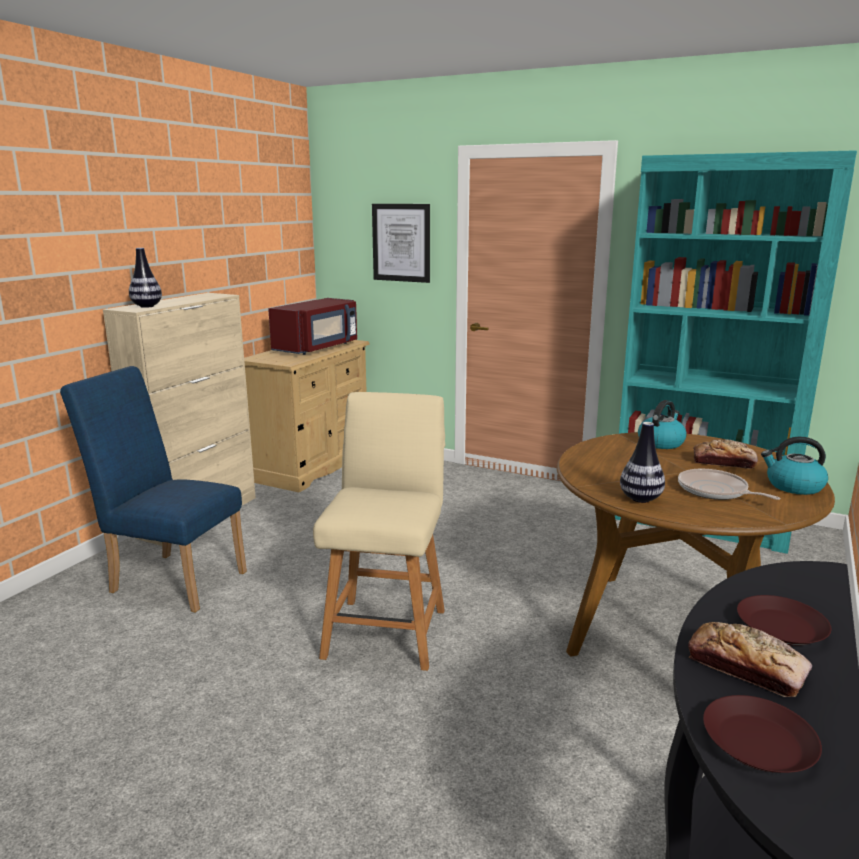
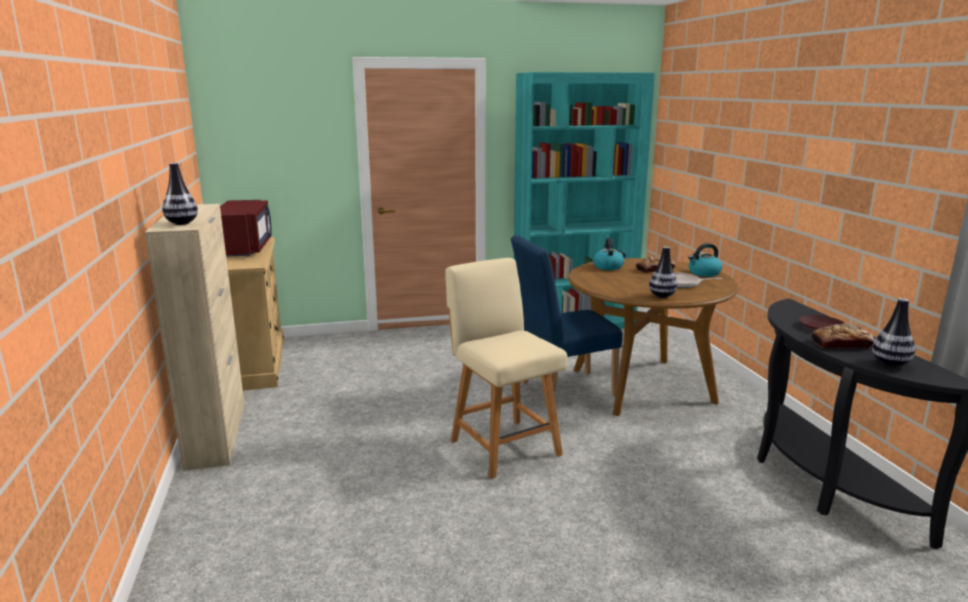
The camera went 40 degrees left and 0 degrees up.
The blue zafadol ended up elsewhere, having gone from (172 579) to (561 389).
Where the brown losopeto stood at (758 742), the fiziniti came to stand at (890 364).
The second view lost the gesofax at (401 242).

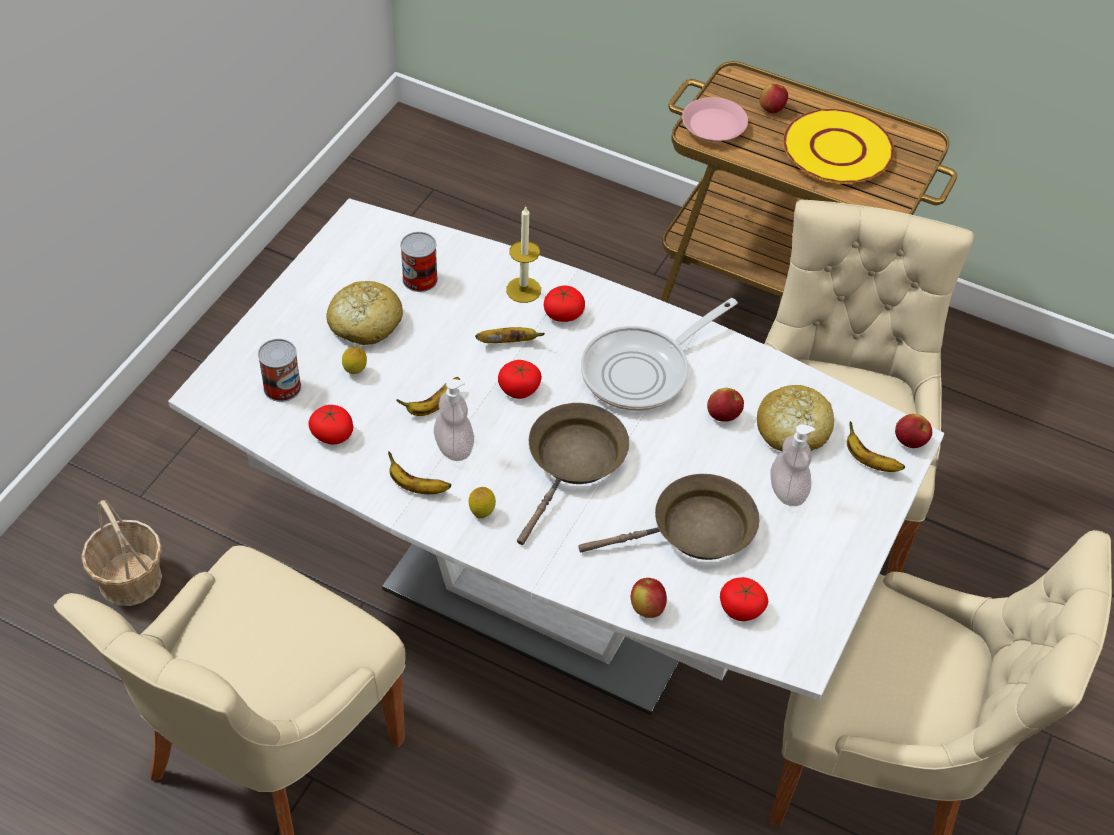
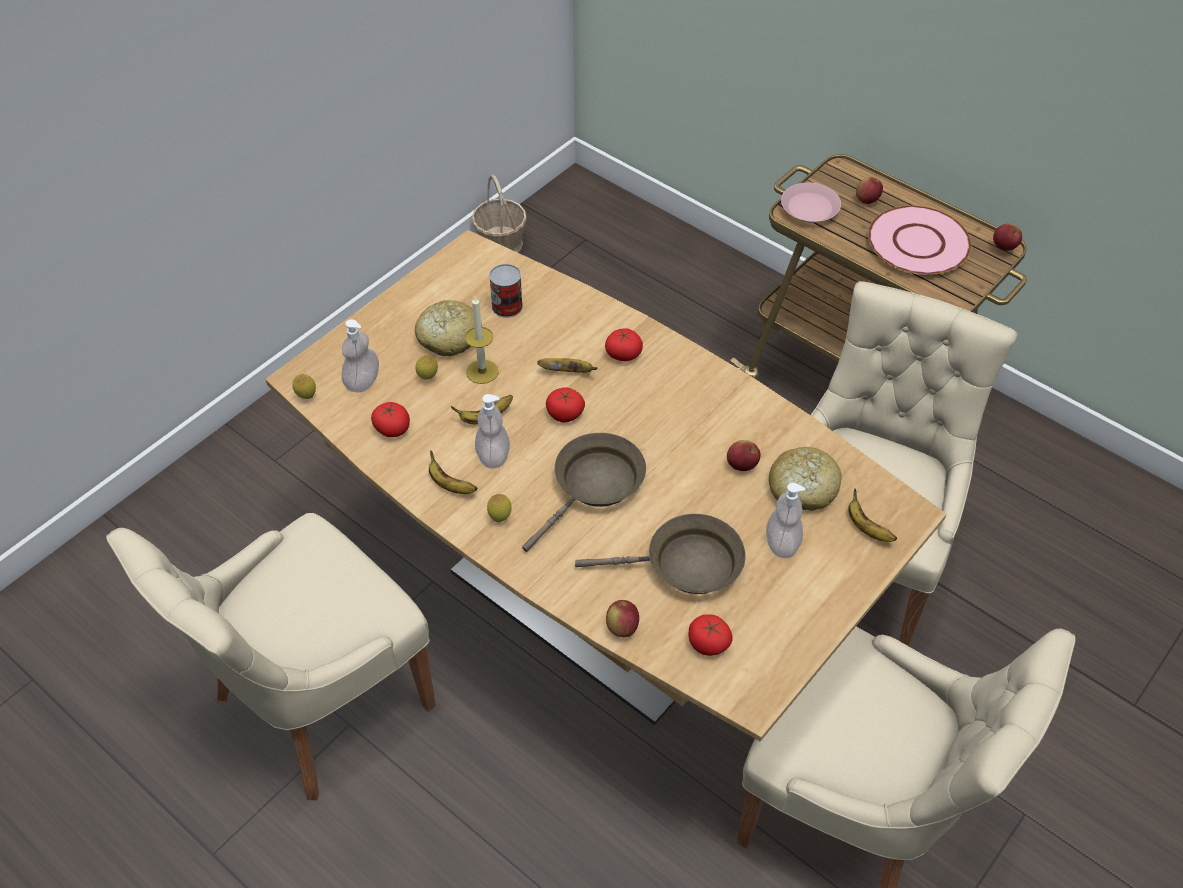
The camera went 15 degrees right and 0 degrees up.
What was the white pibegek at (548 596) turned into the brown pibegek at (591 603).
The second view gained the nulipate at (306 397).
Where the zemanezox stood at (282 387), the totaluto came to stand at (362 382).
The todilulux ended up elsewhere, having gone from (523 290) to (482 371).
The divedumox ended up elsewhere, having gone from (130 580) to (500 244).
What was the yellow losopeto at (838 150) turned into the pink losopeto at (918 243).
The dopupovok ended up elsewhere, having gone from (910 441) to (1004 247).
The second view lost the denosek at (643 371).

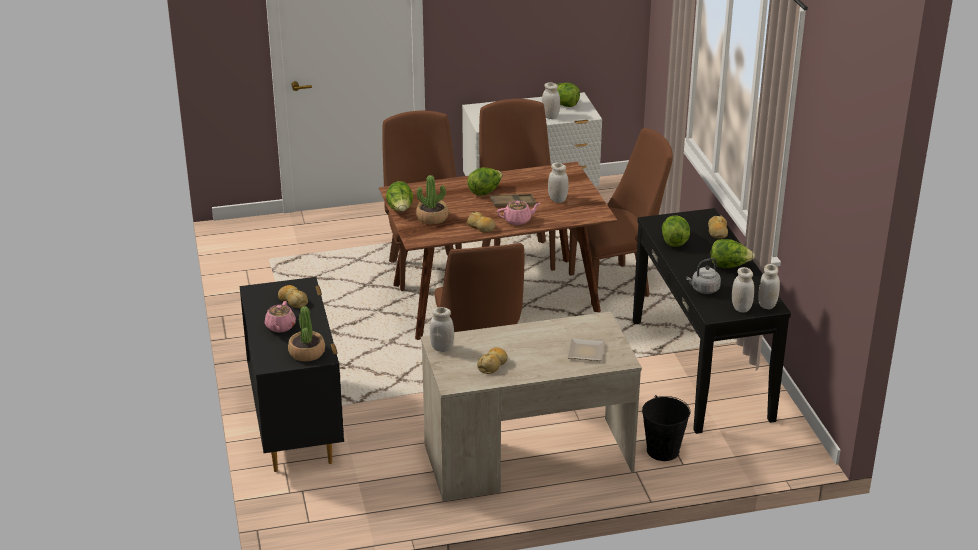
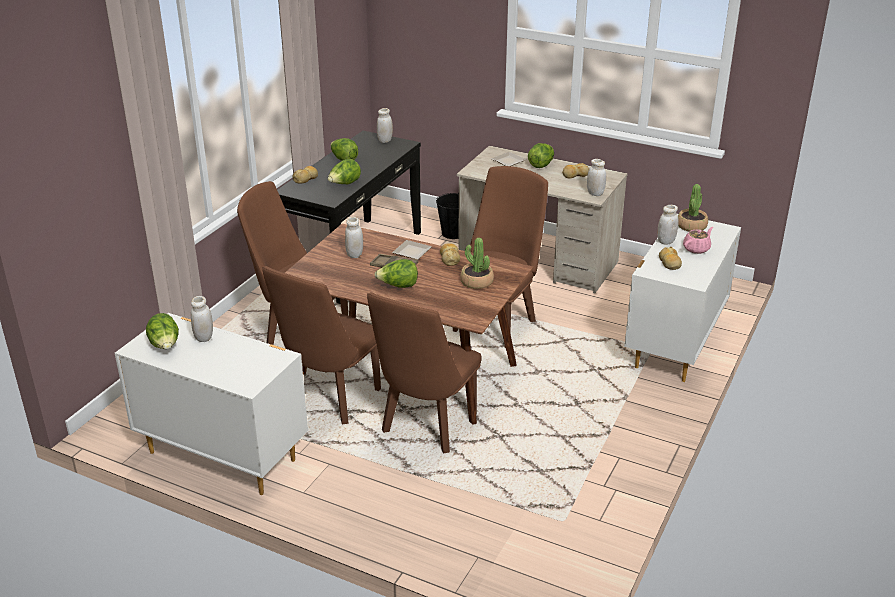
The camera went 140 degrees left and 0 degrees up.
Where the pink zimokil stood at (518 220), the losopeto came to stand at (413 251).
The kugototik ended up elsewhere, having gone from (400 210) to (541 165).
What was the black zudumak at (296 425) turned into the white zudumak at (674 344).
The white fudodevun ended up elsewhere, having gone from (767 305) to (666 241).
The second view lost the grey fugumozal at (704 289).

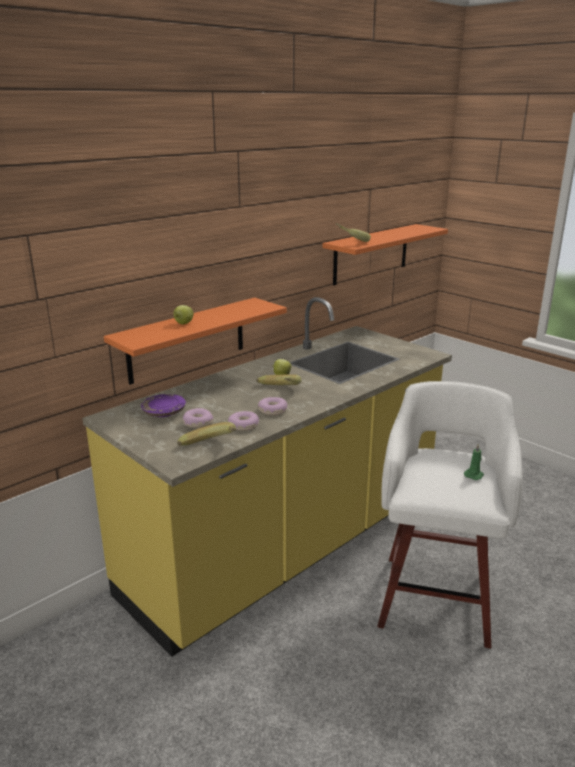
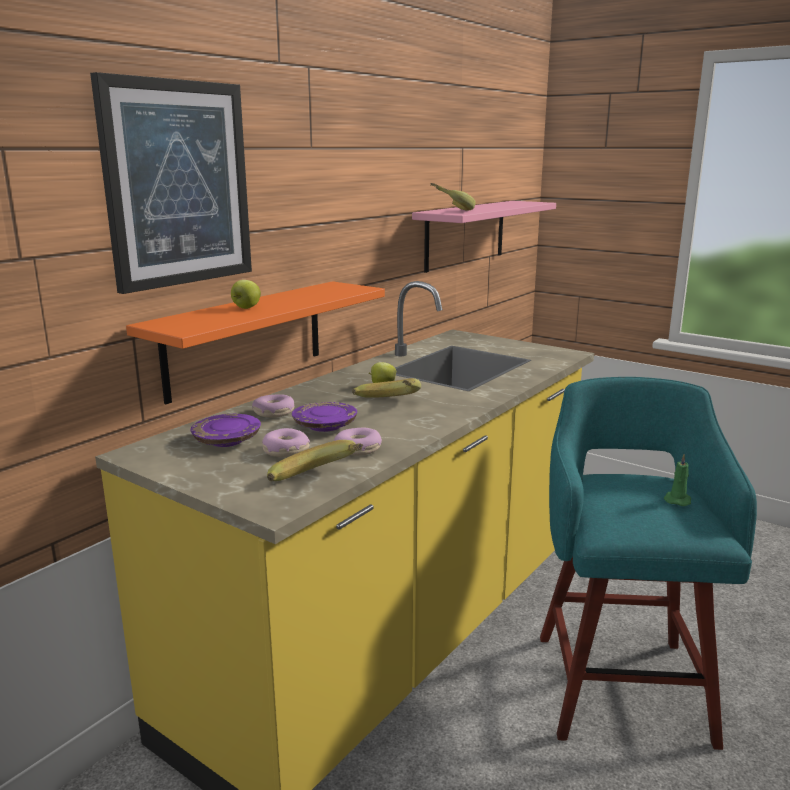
The camera went 10 degrees left and 5 degrees down.
The second view gained the gesofax at (178 184).
The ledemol ended up elsewhere, having gone from (273 411) to (274 413).
The second view gained the purple losopeto at (324 426).
What was the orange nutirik at (371 254) turned into the pink nutirik at (465 234).
What was the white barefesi at (436 595) turned into the turquoise barefesi at (621 683).

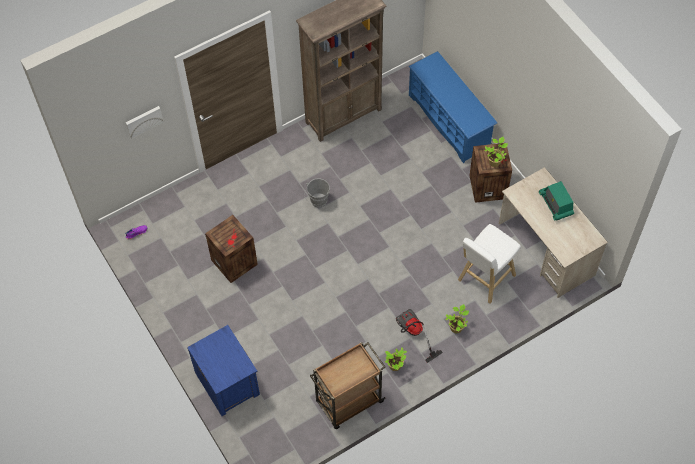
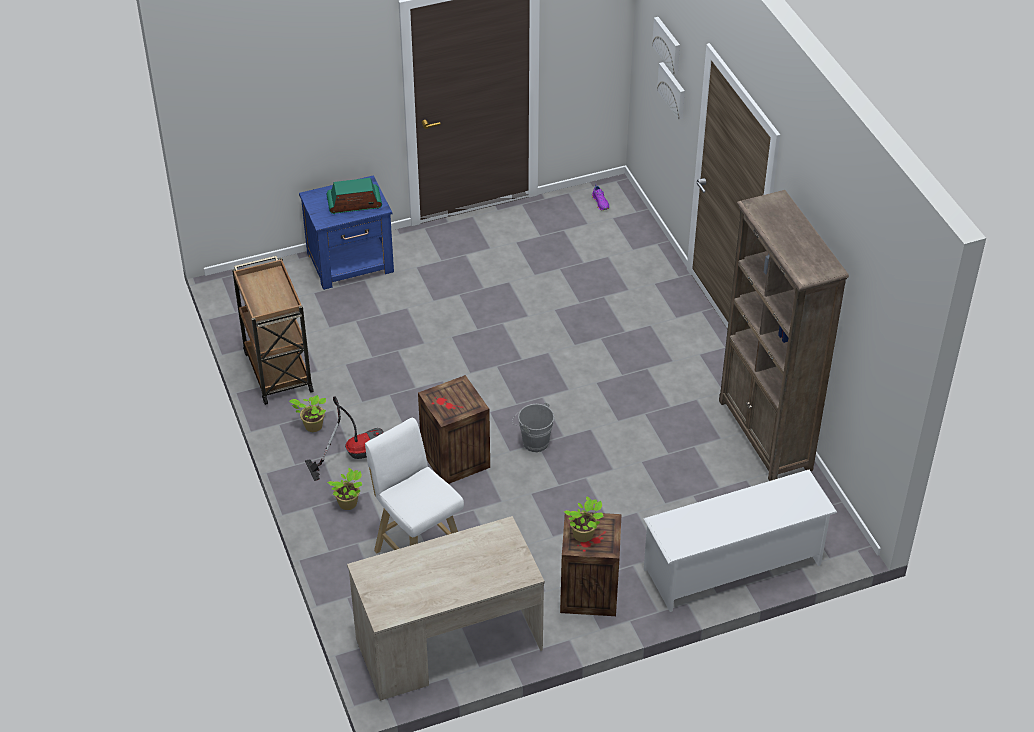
The camera went 100 degrees right and 15 degrees down.
The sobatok ended up elsewhere, having gone from (556 204) to (354 204).
The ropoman ended up elsewhere, having gone from (235 262) to (455 460).
The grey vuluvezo ended up elsewhere, having gone from (318 202) to (533 441).
What was the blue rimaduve at (449 121) turned into the white rimaduve at (733 567).
The second view gained the gesofax at (668 44).

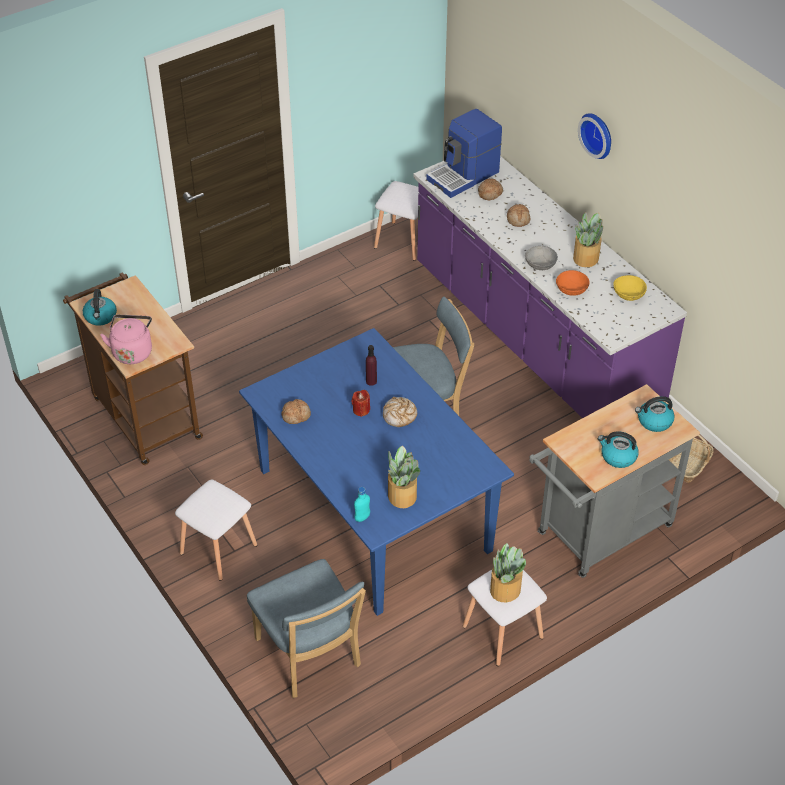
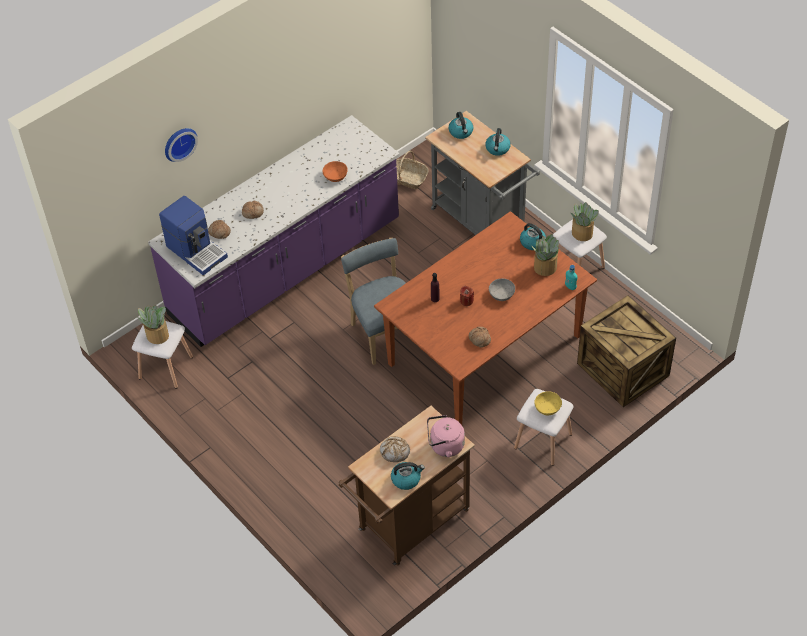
The camera went 95 degrees left and 5 degrees up.
The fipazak ended up elsewhere, having gone from (586 257) to (157 335).
The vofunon ended up elsewhere, having gone from (598 134) to (179 143).
What was the blue pibegek at (375 510) turned into the brown pibegek at (484 349).
The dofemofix ended up elsewhere, having gone from (399 415) to (395 451).
The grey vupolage ended up elsewhere, having gone from (540 265) to (502 294).
The second view gained the fugumozal at (533 242).
The yellow vupolage ended up elsewhere, having gone from (628 295) to (548 408).
Where the blue zafadol stood at (310 656), the ropoman came to stand at (624 369).

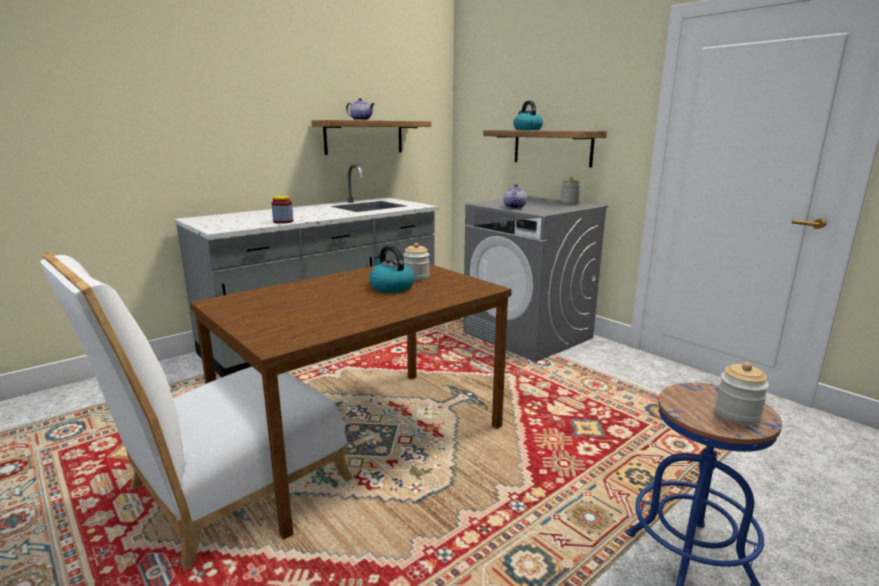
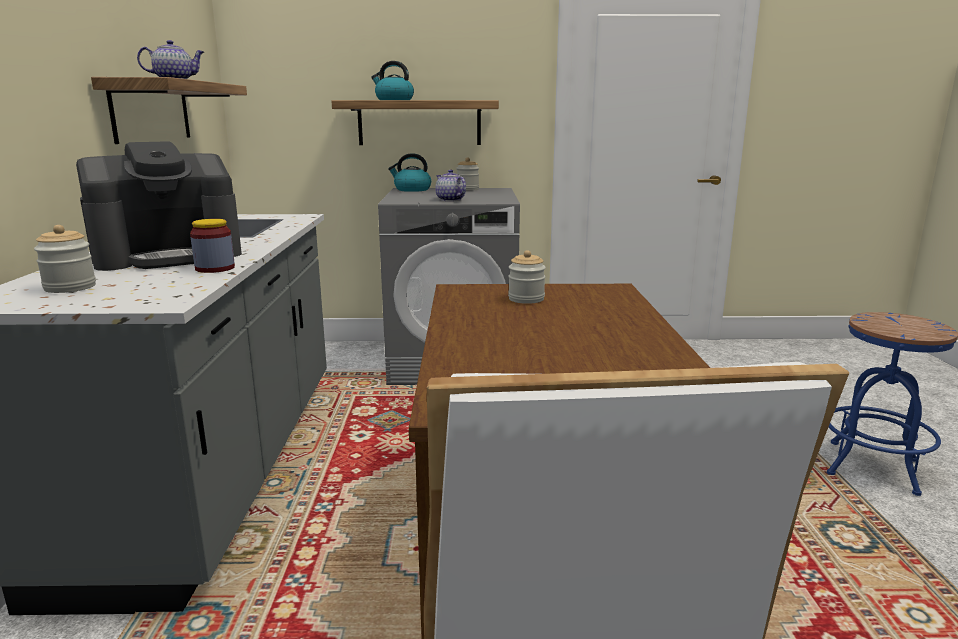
The camera went 50 degrees left and 0 degrees up.
The fudodevun ended up elsewhere, having gone from (737 414) to (70 287).
The second view gained the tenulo at (169 255).
The fugumozal ended up elsewhere, having gone from (391 287) to (412 190).

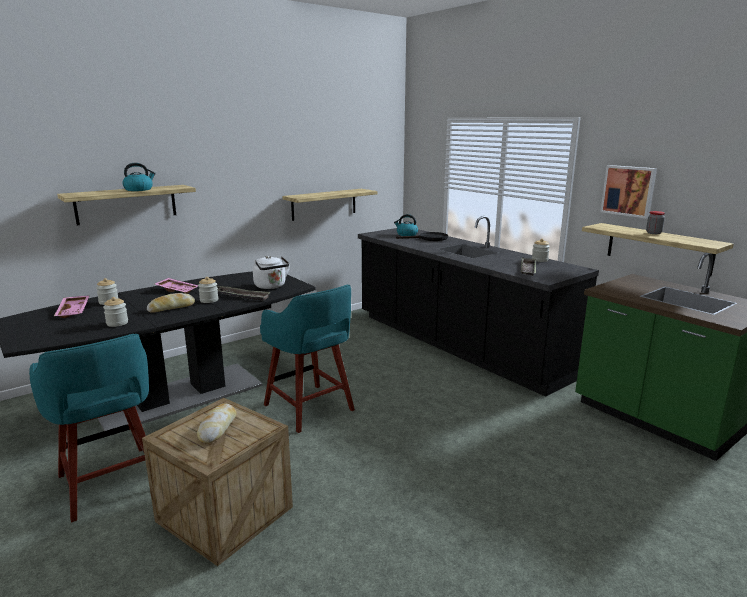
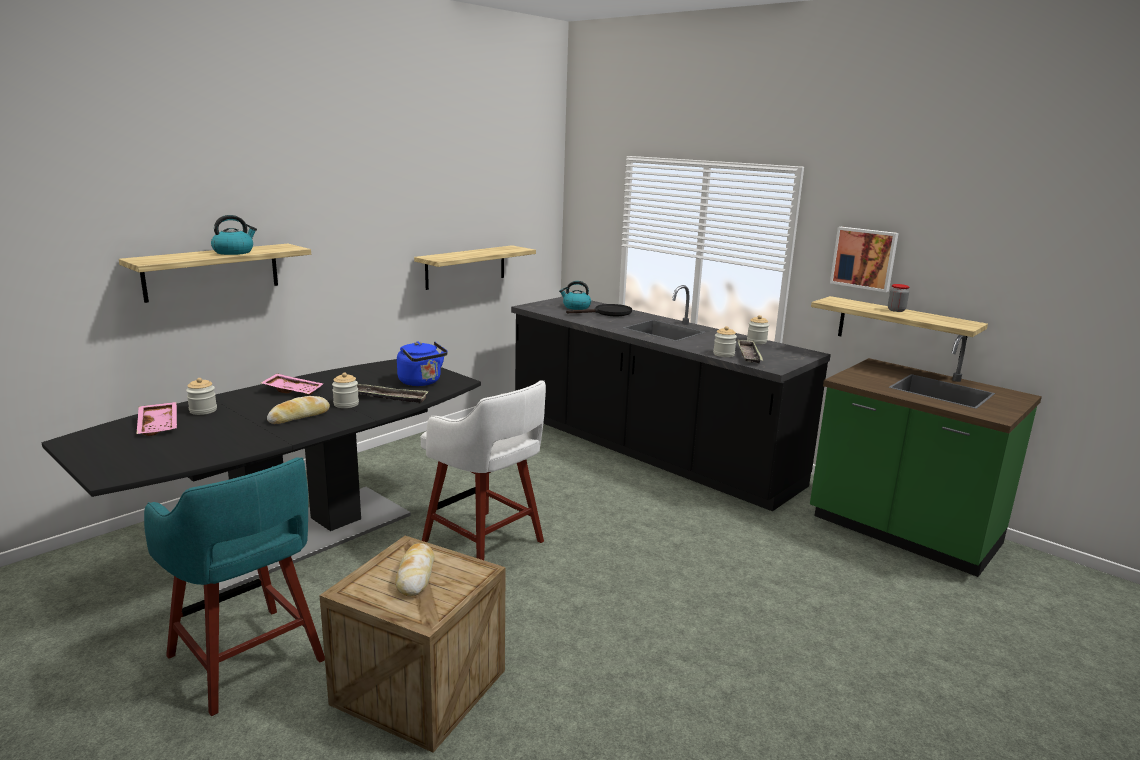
The camera went 10 degrees left and 0 degrees up.
What was the white fugumozal at (271 286) turned into the blue fugumozal at (421 382).
What was the turquoise barefesi at (310 409) turned into the white barefesi at (485 543).
The fudodevun ended up elsewhere, having gone from (117 323) to (723 354).

